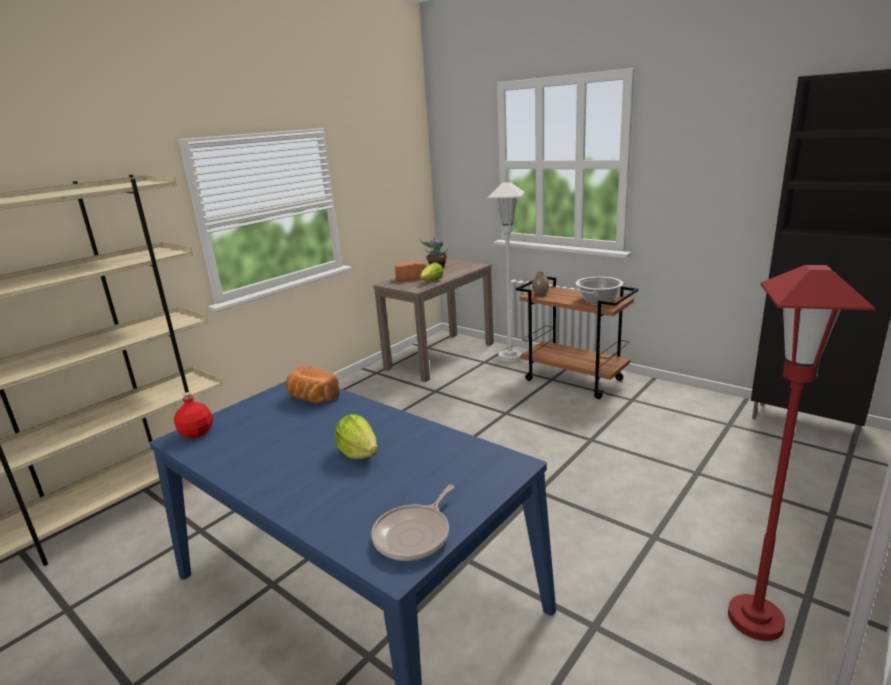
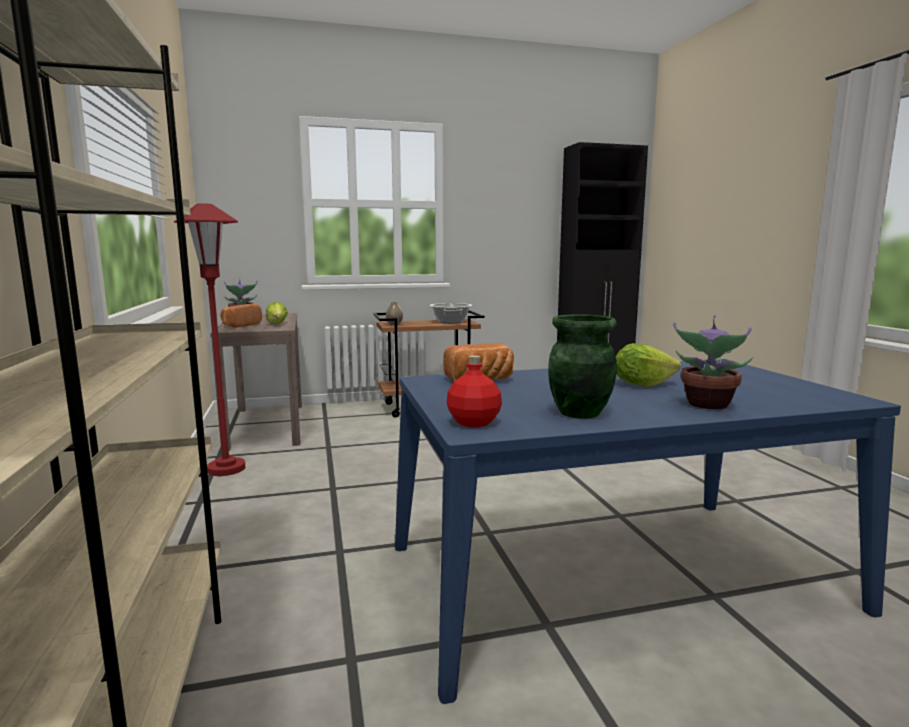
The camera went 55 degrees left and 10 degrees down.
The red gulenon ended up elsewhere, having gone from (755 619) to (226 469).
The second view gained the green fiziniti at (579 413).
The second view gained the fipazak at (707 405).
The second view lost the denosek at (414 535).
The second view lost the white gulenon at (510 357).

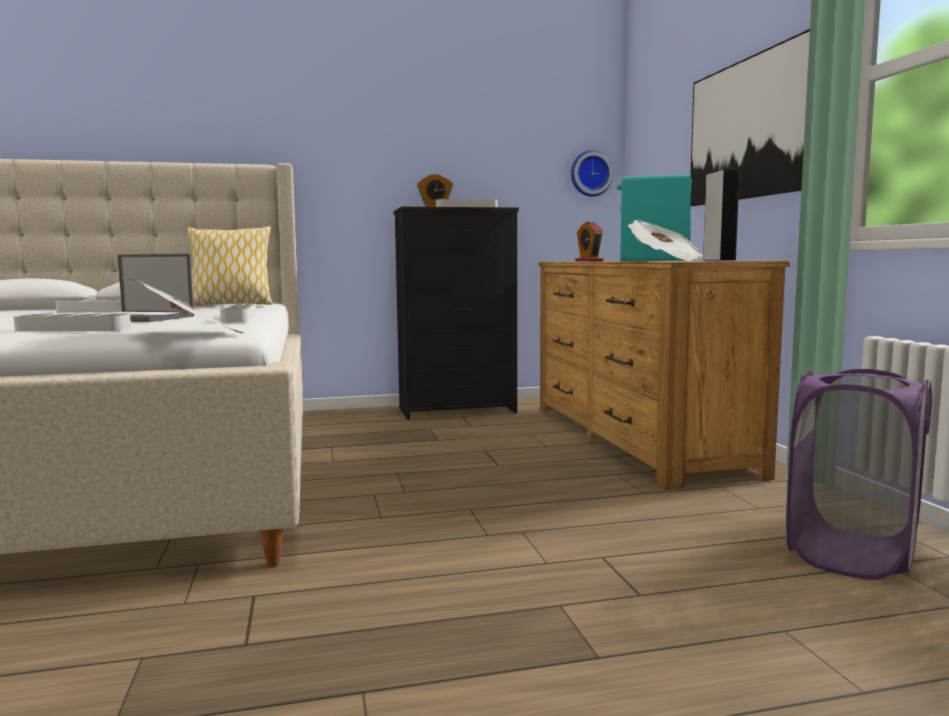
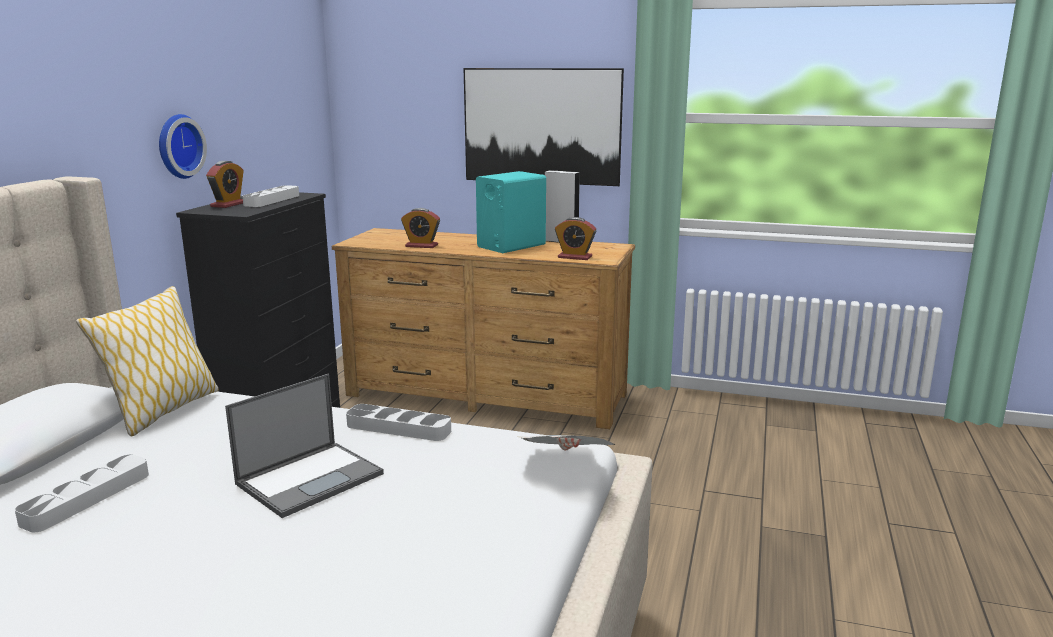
The camera went 60 degrees left and 10 degrees up.
The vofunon ended up elsewhere, having gone from (590 174) to (177 146).
Where the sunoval stood at (665 261), the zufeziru came to stand at (575 257).
The second view lost the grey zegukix at (73 329).
The second view lost the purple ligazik at (851 555).

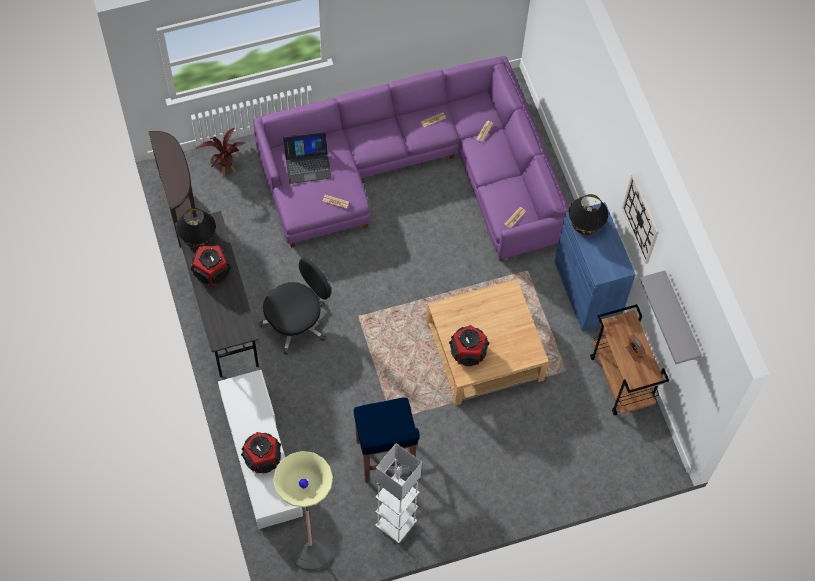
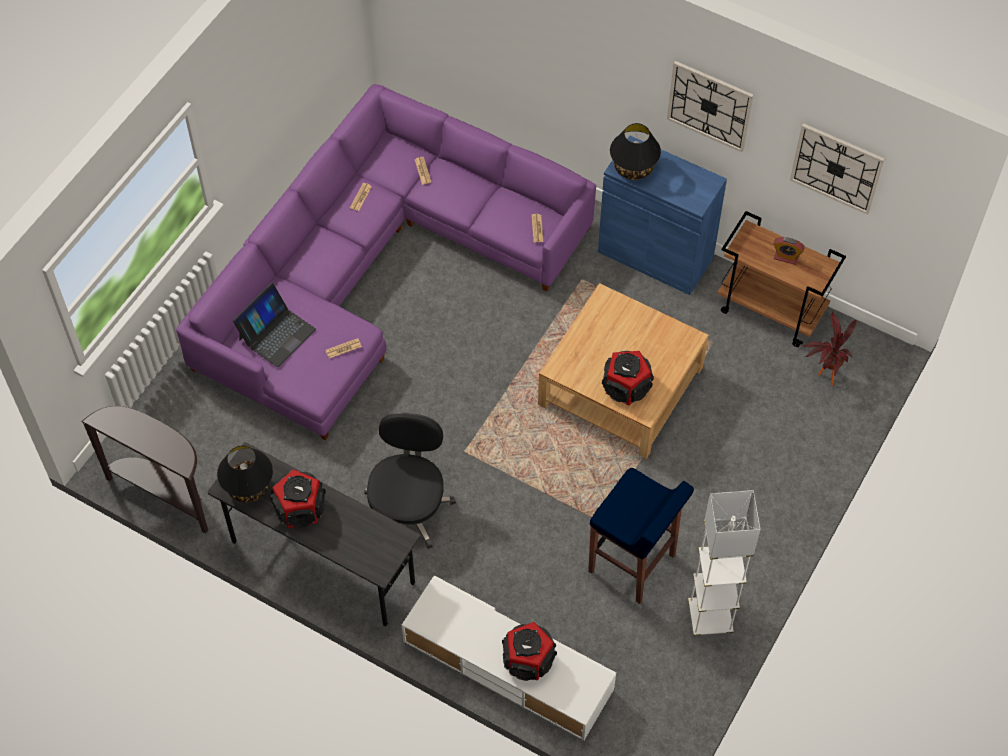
The camera went 40 degrees left and 5 degrees down.
Where the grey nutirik hung at (680 318), the vofunon came to hang at (836 168).
The fipazak ended up elsewhere, having gone from (224 169) to (822 376).
The second view lost the gulenon at (311 549).

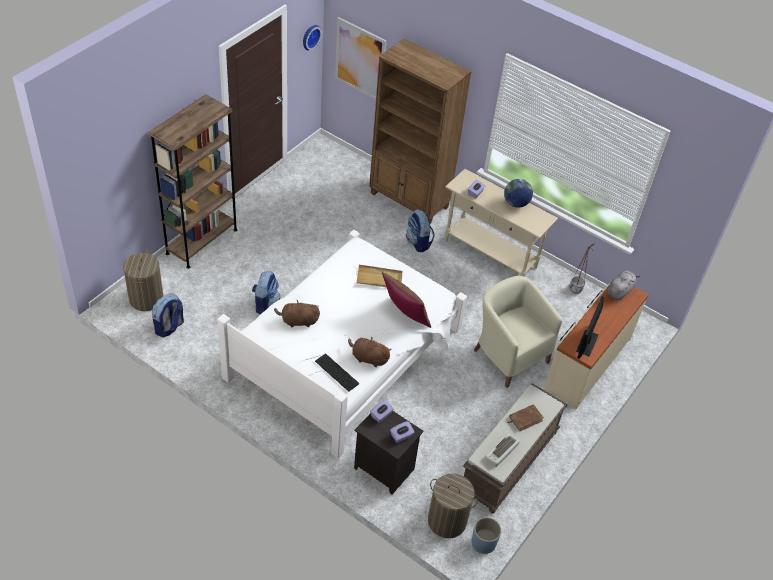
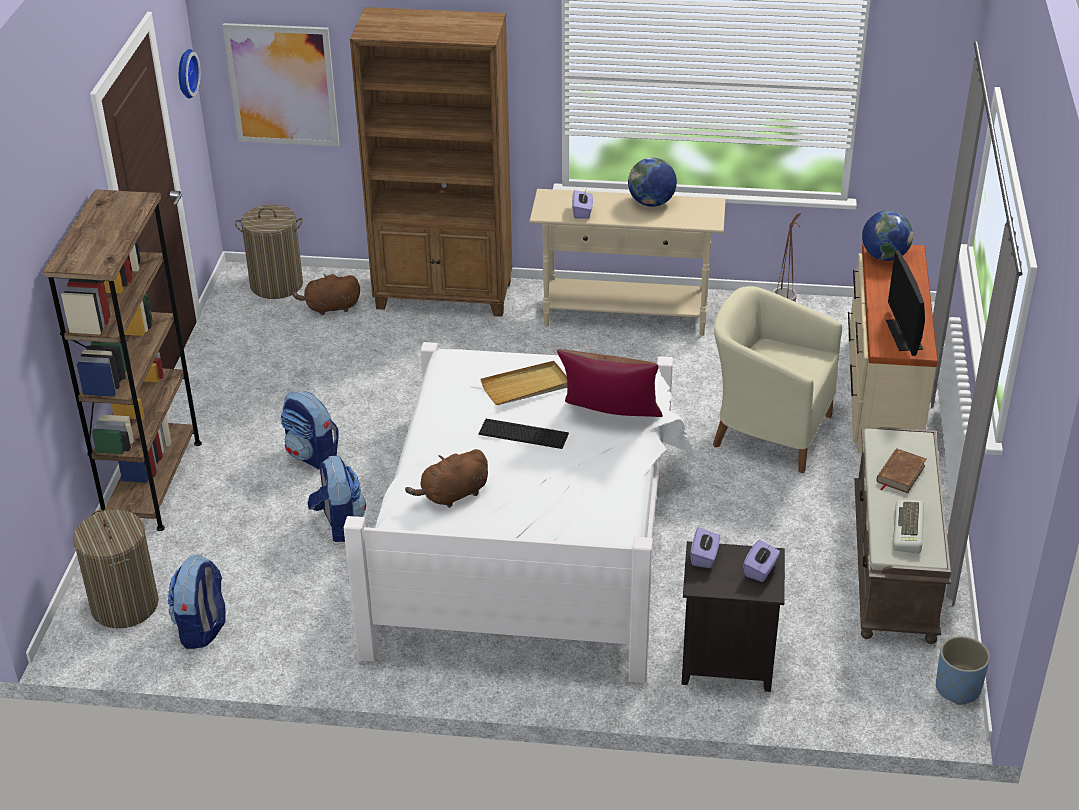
The camera went 25 degrees left and 10 degrees down.
The ligazik ended up elsewhere, having gone from (447 521) to (277 284).
The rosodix ended up elsewhere, having gone from (418 242) to (312 455).
The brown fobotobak ended up elsewhere, having gone from (368 358) to (330 308).
The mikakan ended up elsewhere, having gone from (336 372) to (523 434).
Where the grey fobotobak stood at (619 291), the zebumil came to stand at (884 256).

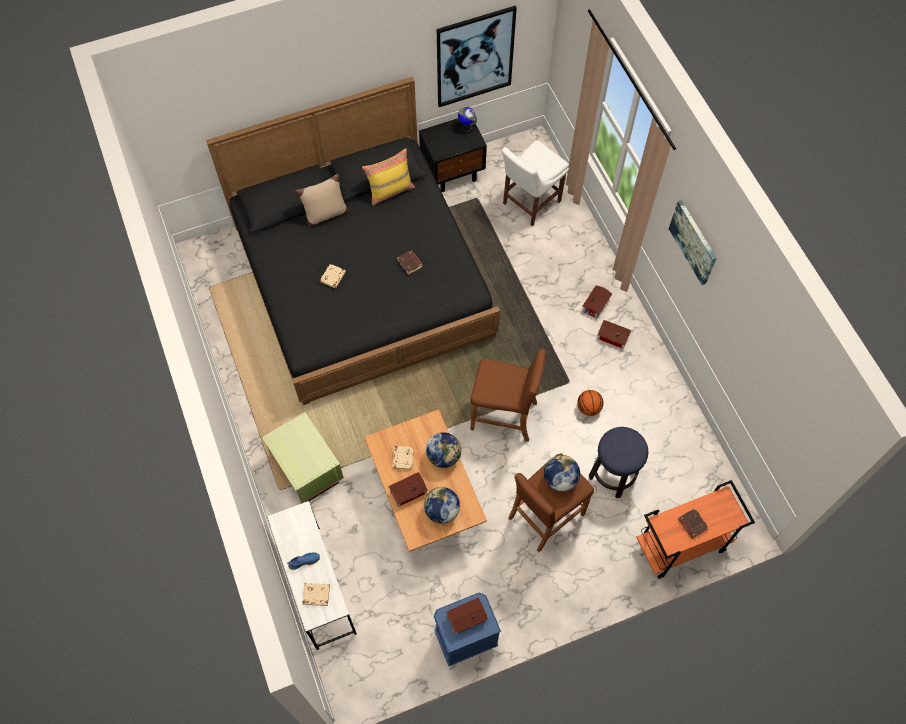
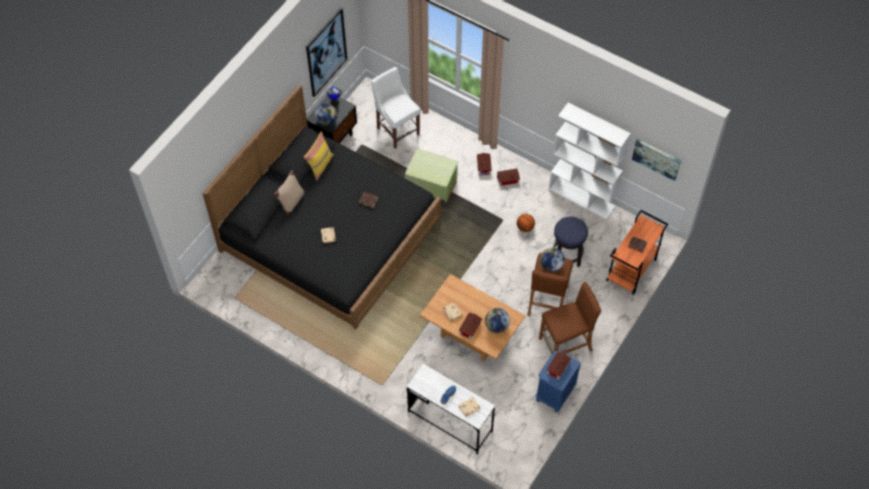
The camera went 35 degrees left and 5 degrees down.
The zebumil ended up elsewhere, having gone from (443 456) to (326 121).
The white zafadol at (529 204) ended up facing another way, 135 degrees clockwise from before.
The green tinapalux ended up elsewhere, having gone from (305 466) to (431 184).
The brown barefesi ended up elsewhere, having gone from (503 416) to (565 345).
The second view gained the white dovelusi at (582 197).
The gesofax ended up elsewhere, having gone from (693 242) to (656 159).

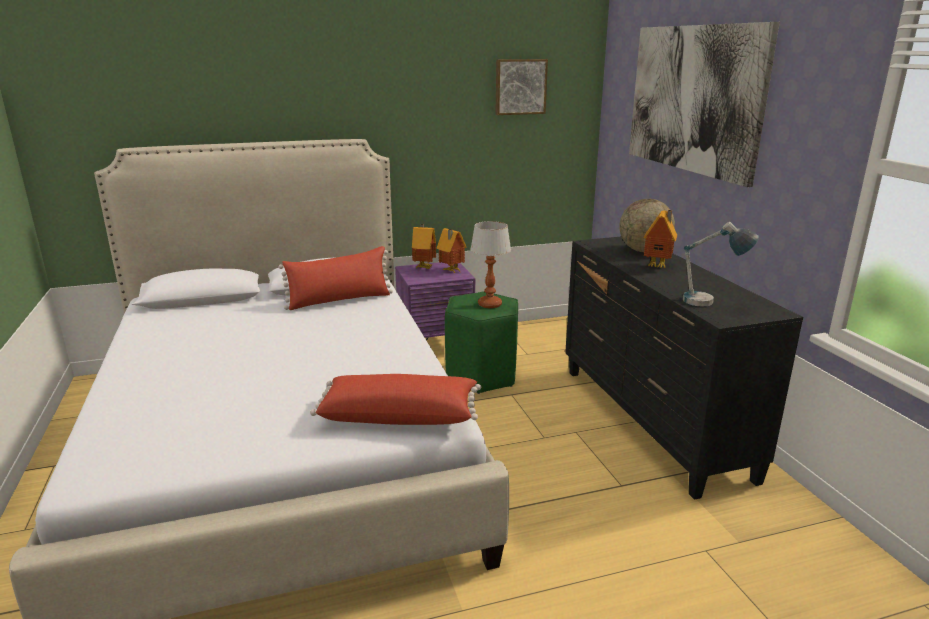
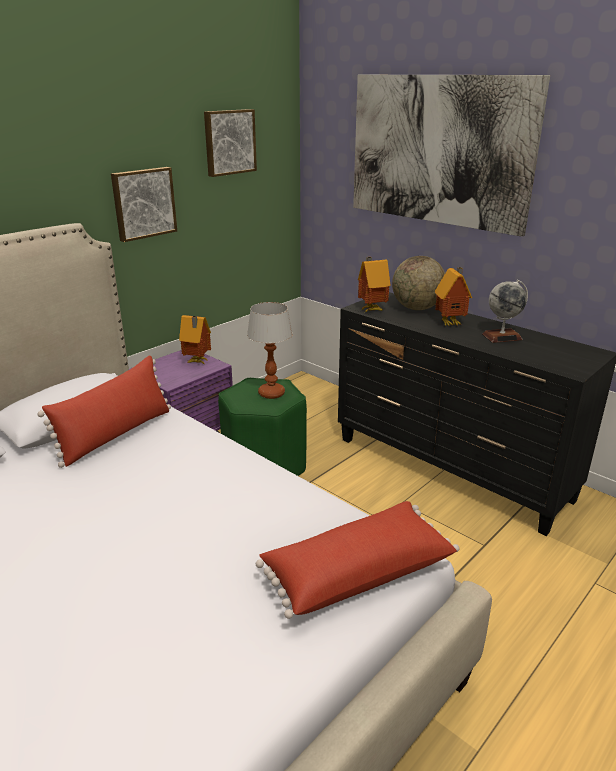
The camera went 30 degrees left and 5 degrees up.
The second view gained the gesofax at (143 203).
The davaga ended up elsewhere, having gone from (424 267) to (371 310).
The second view gained the zebumil at (502 337).
The second view lost the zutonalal at (710 304).

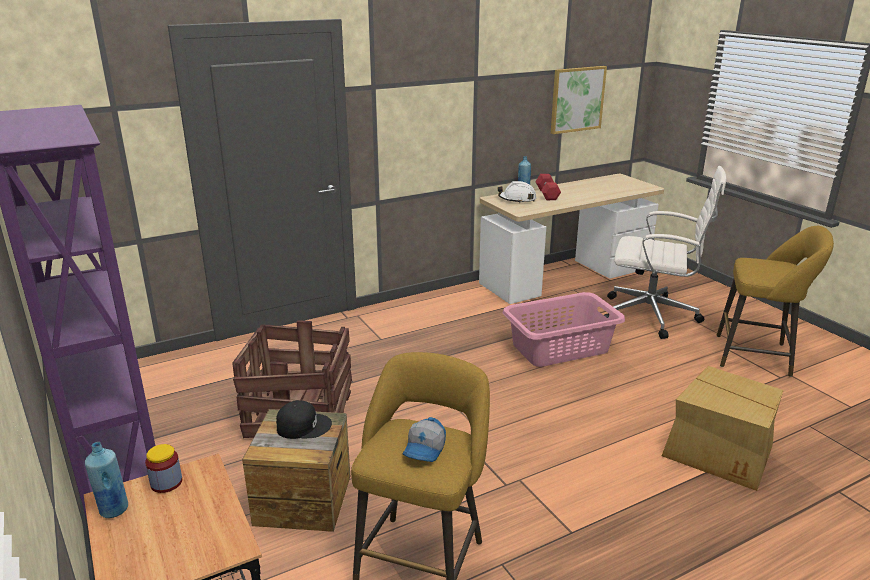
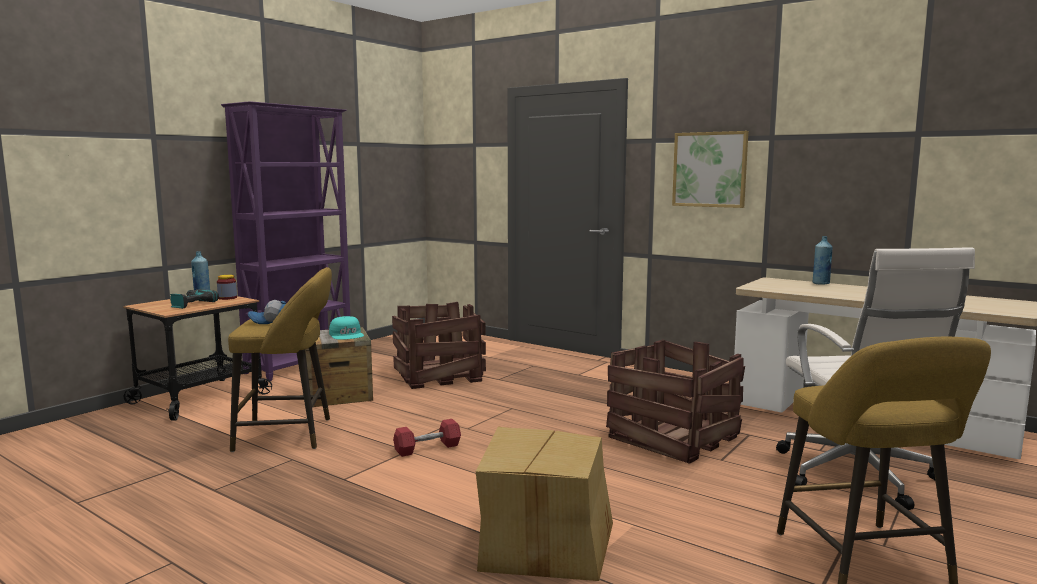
The camera went 65 degrees right and 15 degrees down.
The second view gained the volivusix at (190 304).
What was the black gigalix at (303 425) turned into the turquoise gigalix at (347 335).
The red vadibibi ended up elsewhere, having gone from (547 194) to (427 448).
Where the pink ligazik stood at (561 348), the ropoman came to stand at (672 437).
The gesofax ended up elsewhere, having gone from (577 99) to (709 169).
The second view lost the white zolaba at (517 199).

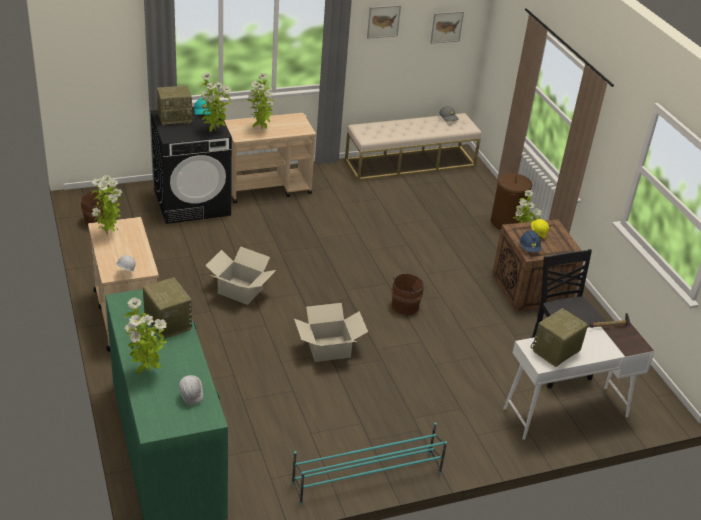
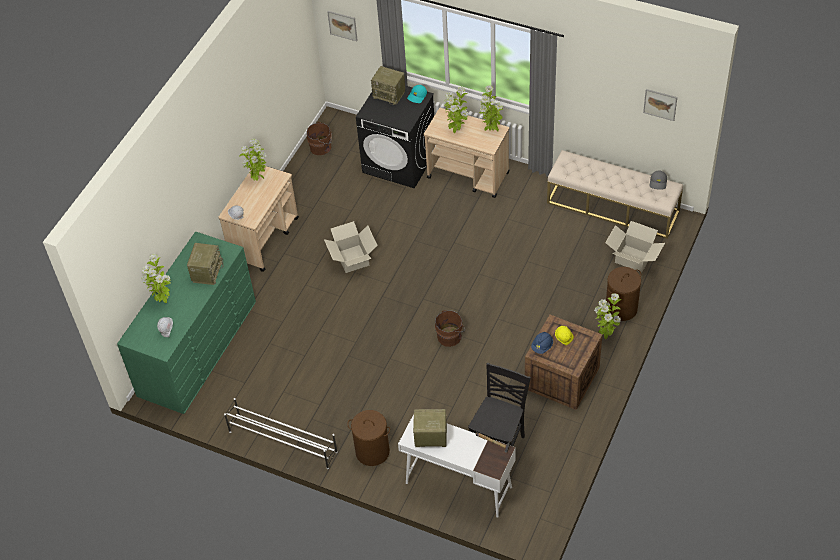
The camera went 50 degrees right and 15 degrees up.
What was the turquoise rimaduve at (366 477) turned into the white rimaduve at (282 441).
The gesofax ended up elsewhere, having gone from (383 21) to (342 25).
The second view gained the brown ligazik at (372 451).
The fipazak ended up elsewhere, having gone from (214 131) to (491 130).
The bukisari ended up elsewhere, having gone from (329 349) to (633 258).

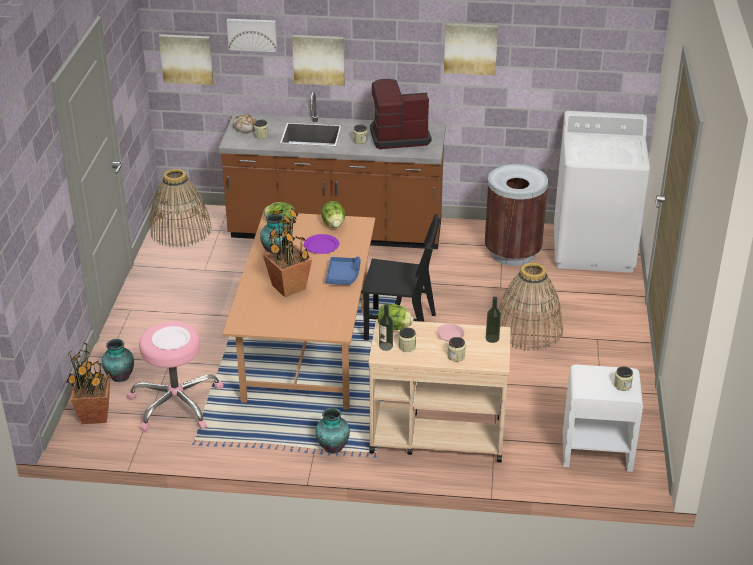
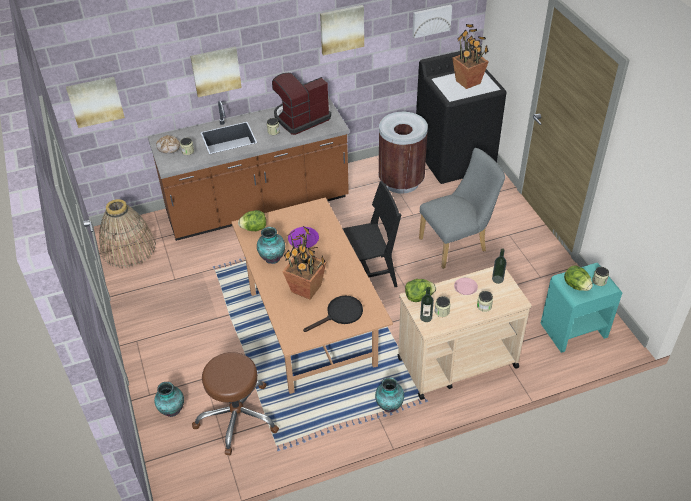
The camera went 25 degrees left and 10 degrees up.
What was the pink barefesi at (175 403) turned into the brown barefesi at (237 416).
The second view gained the black denosek at (340 314).
The gesofax ended up elsewhere, having gone from (252 34) to (431 20).
What was the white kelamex at (594 249) turned into the black kelamex at (455 159).
Where the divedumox stood at (528 329), the grey zafadol came to stand at (457 244).
The fipazak ended up elsewhere, having gone from (95 415) to (468 82).
What was the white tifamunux at (596 451) turned into the turquoise tifamunux at (573 330).
The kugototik ended up elsewhere, having gone from (333 224) to (576 285).
The second view lost the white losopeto at (171 339).
The second view lost the blue zegukix at (343 276).

